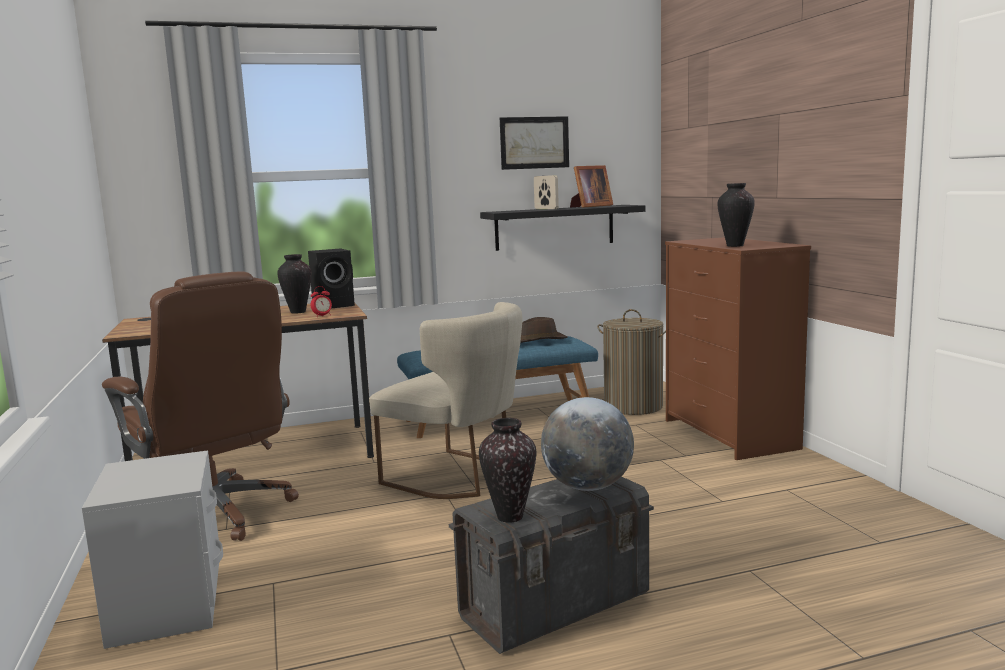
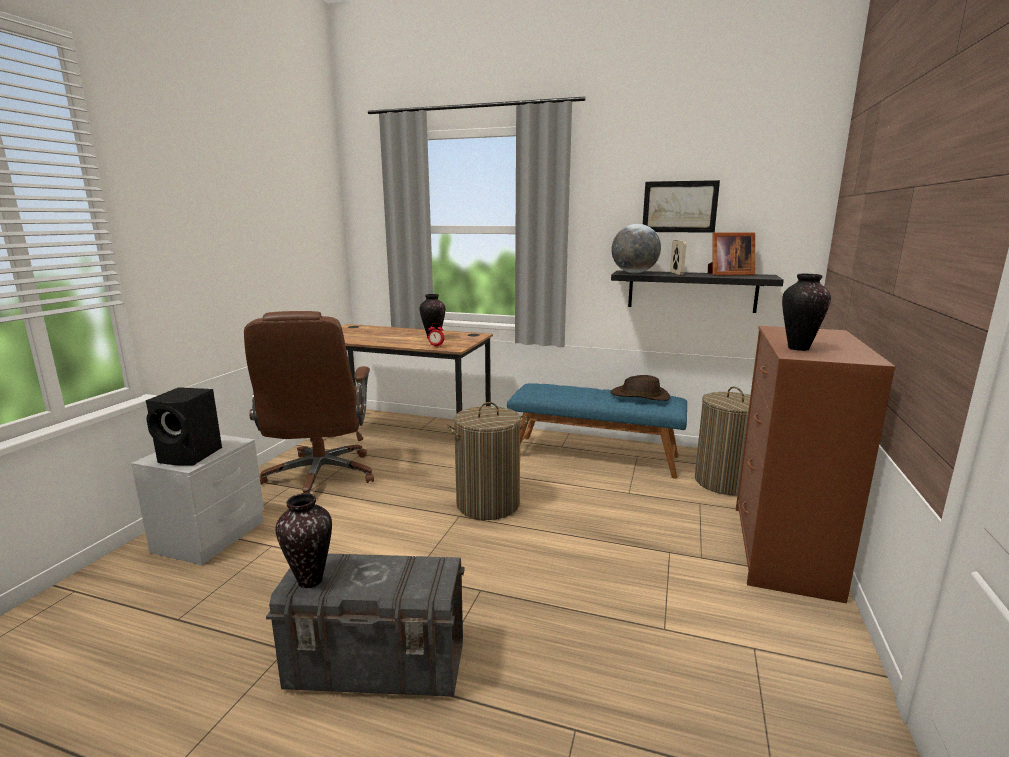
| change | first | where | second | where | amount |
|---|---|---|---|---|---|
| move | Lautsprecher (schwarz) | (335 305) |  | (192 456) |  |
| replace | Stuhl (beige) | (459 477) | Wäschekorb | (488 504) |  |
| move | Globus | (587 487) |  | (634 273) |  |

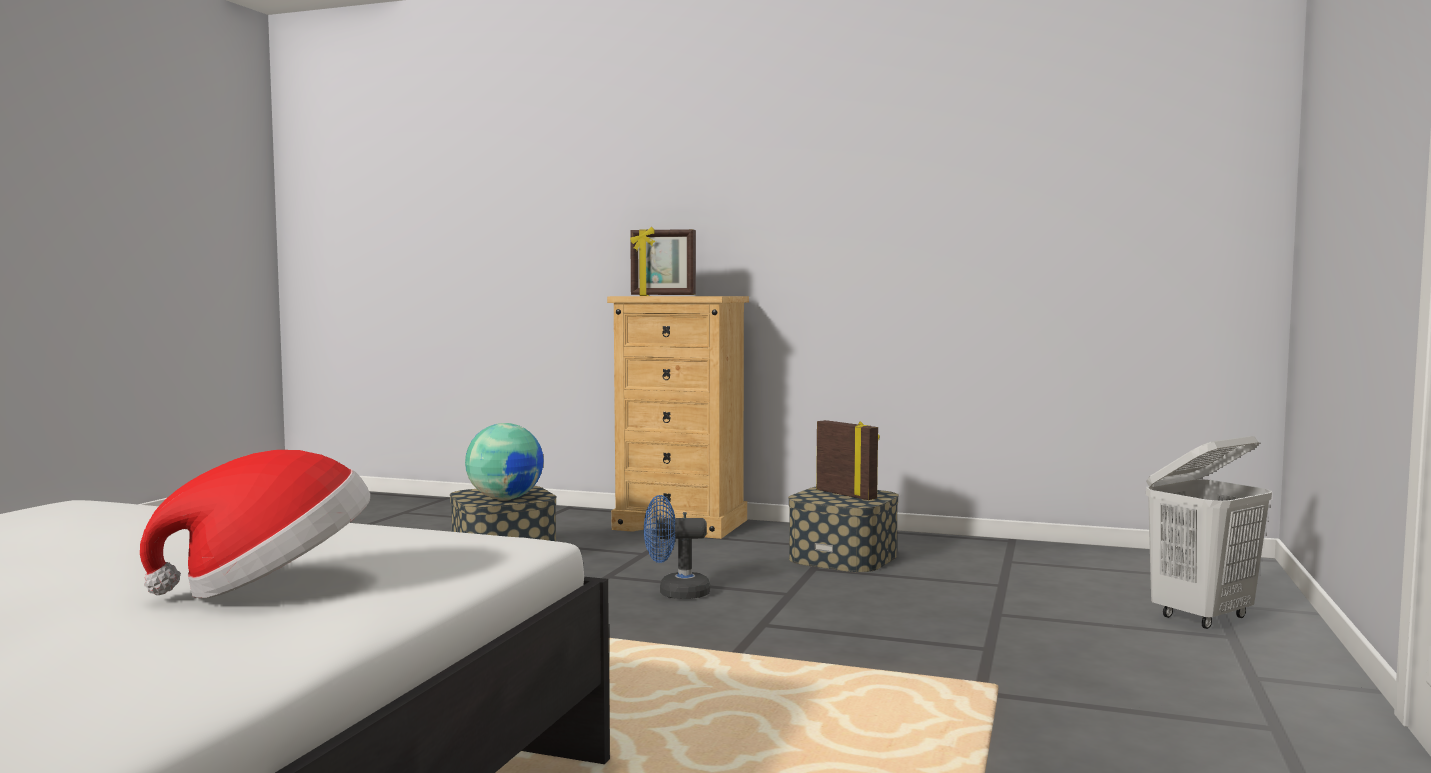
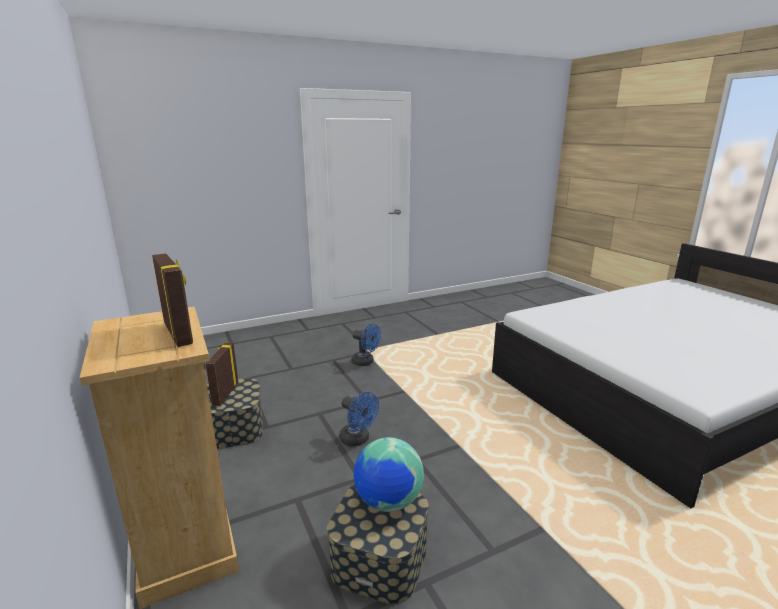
| change | first | where | second | where | amount |
|---|---|---|---|---|---|
| insert |  |  | Ventilator (blau) | (366 362) |  |
| delete | Hut | (272 585) |  |  |  |
| delete | Wäschekorb (weiß) | (1202 617) |  |  |  |

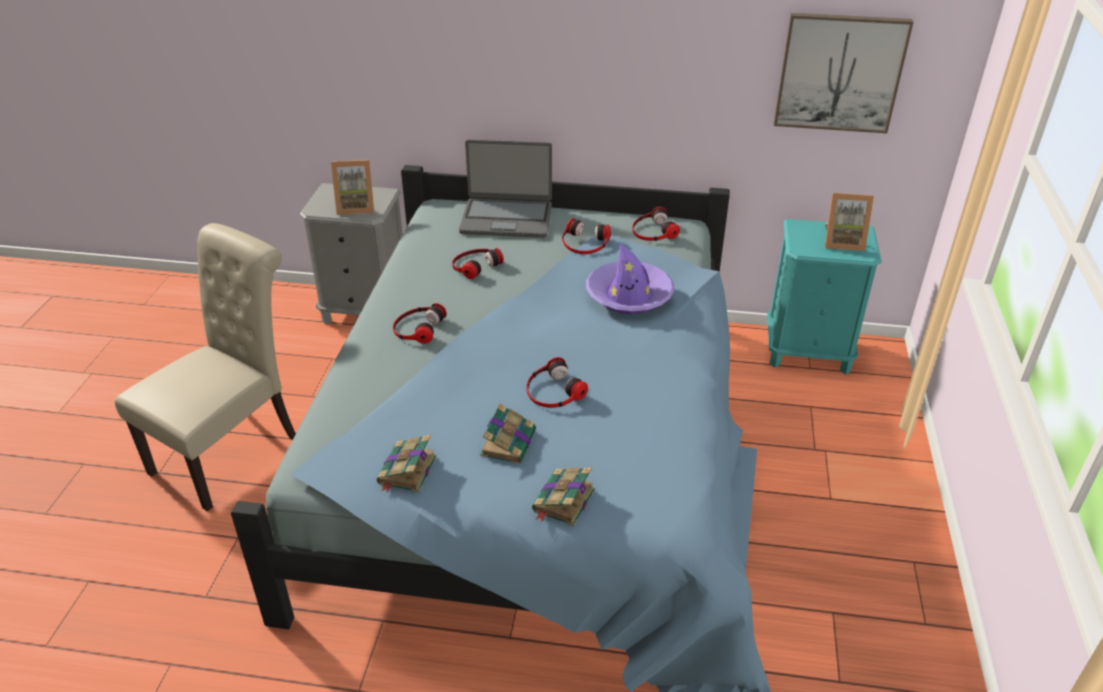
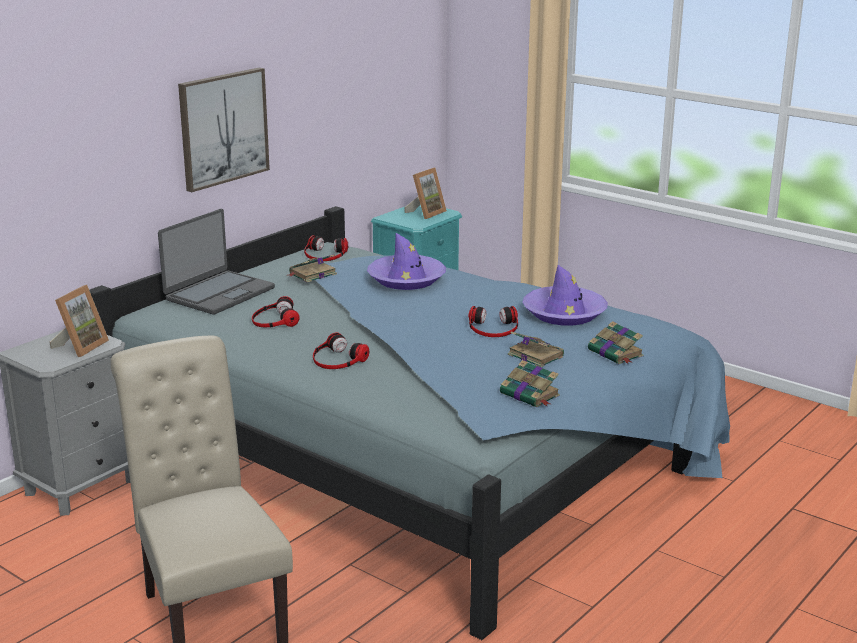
| change | first | where | second | where | amount |
|---|---|---|---|---|---|
| move | Bild | (839 73) |  | (223 128) |  |
| replace | Kopfhörer | (584 243) | Buch | (312 274) |  |
| insert |  |  | Hut (lila) | (564 313) |  |

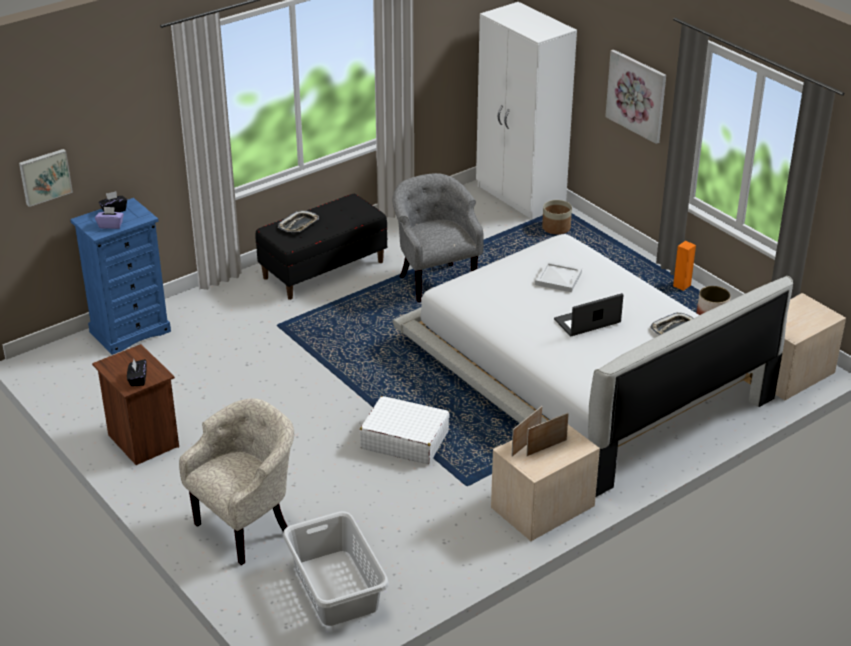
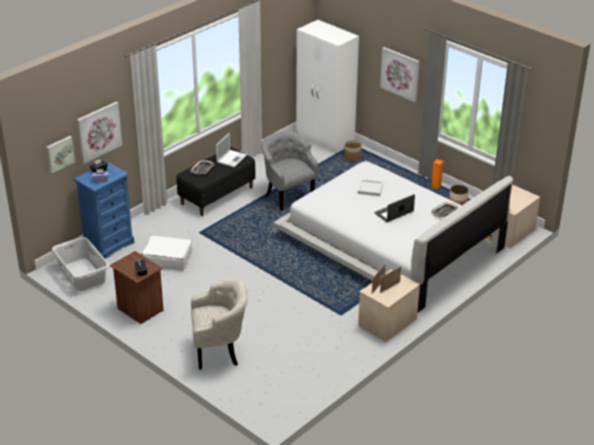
| change | first | where | second | where | amount |
|---|---|---|---|---|---|
| move | Wäschekorb (grau) | (335 588) |  | (82 275) |  |
| insert |  |  | Bild | (98 131) |  |
| move | Koffer (weiß) | (404 440) |  | (167 259) |  |
| rotate | Sessel (beige) | (248 527) |  | (220 352) | 45 degrees clockwise |
| insert |  |  | Laptop | (232 158) |  |

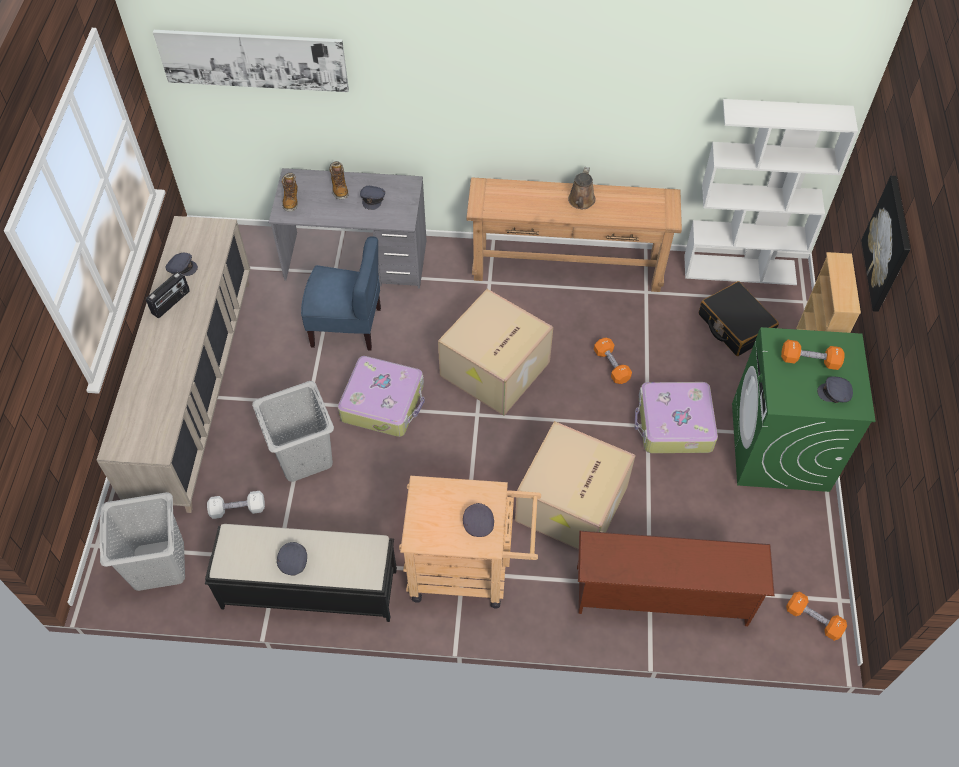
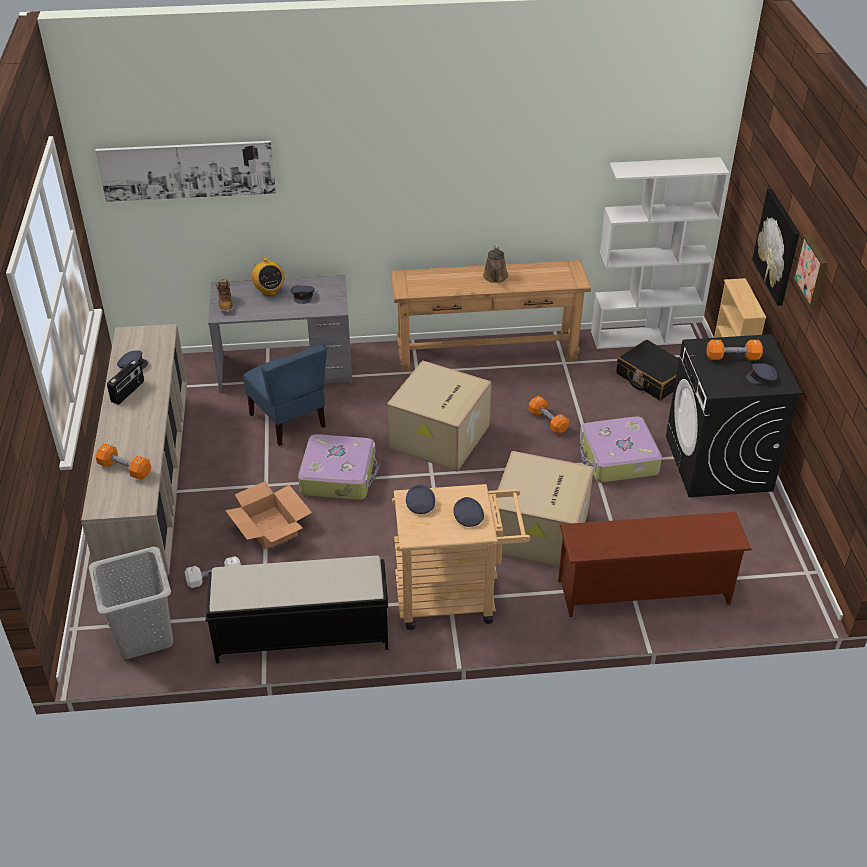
| change | first | where | second | where | amount |
|---|---|---|---|---|---|
| move | Hantel (orange) | (813 619) |  | (125 469) |  |
| replace | Wäschekorb (grau) | (303 456) | Karton | (270 527) |  |
| rotate | Stuhl (blau) | (347 326) |  | (289 420) | 60 degrees clockwise |
| replace | Stiefel | (339 188) | Radio | (269 291) |  |
| move | Kappe (grau) | (293 561) |  | (420 504) |  |
| recolor | Waschmaschine (grün) | (779 447) | Waschmaschine (schwarz) | (718 463) |  |
| insert |  |  | Bild | (813 270) |  |

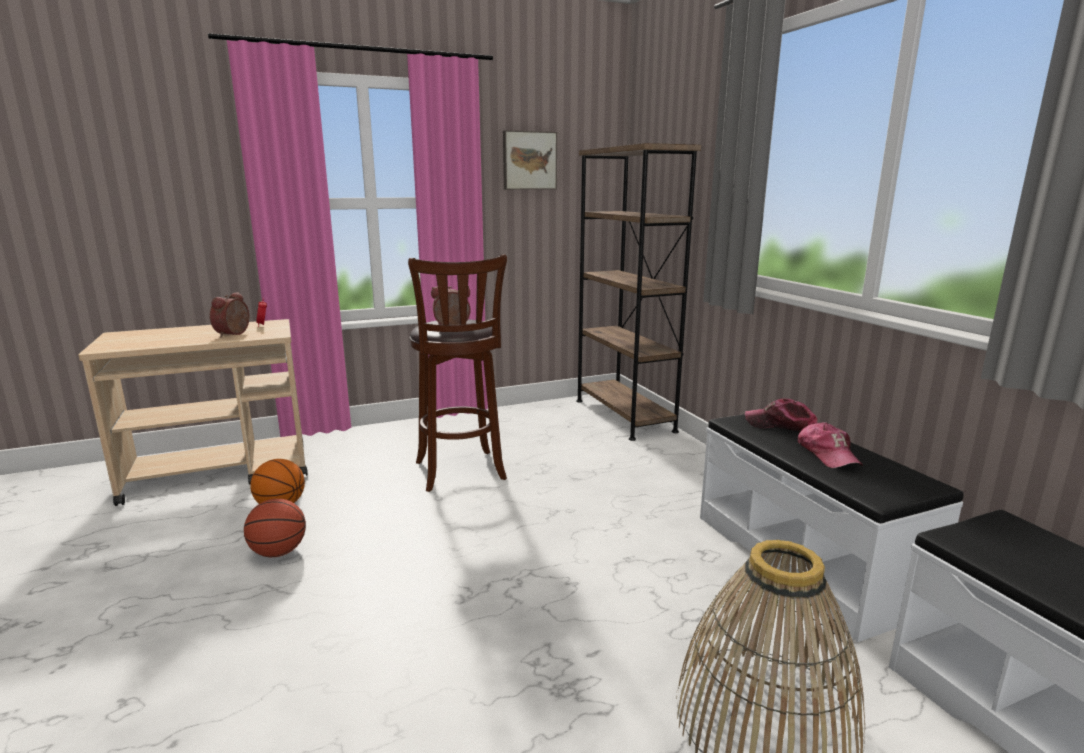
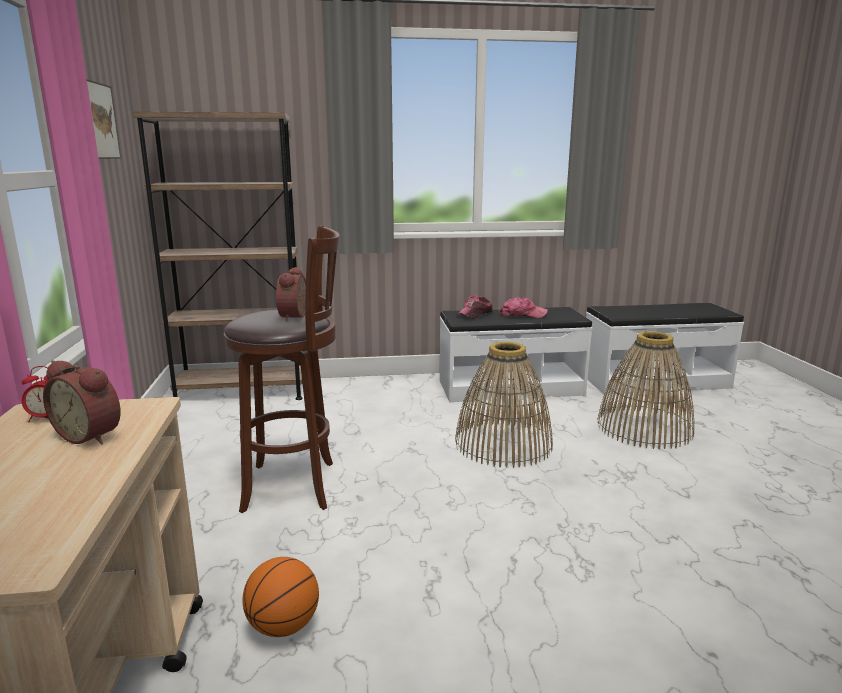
| change | first | where | second | where | amount |
|---|---|---|---|---|---|
| insert |  |  | Korb | (503 444) |  |
| delete | Basketball | (278 552) |  |  |  |

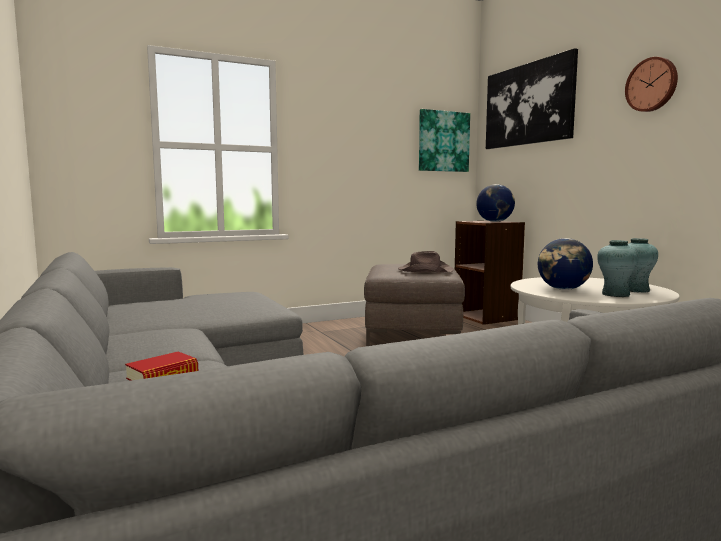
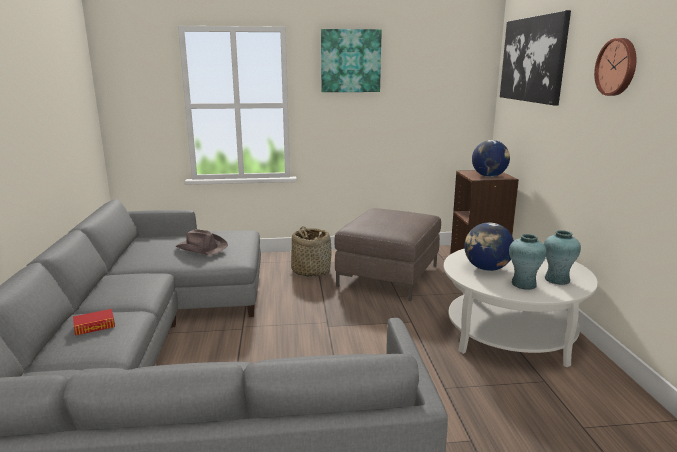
| change | first | where | second | where | amount |
|---|---|---|---|---|---|
| move | Hut (braun) | (424 270) |  | (201 248) |  |
| insert |  |  | Korb | (311 271) |  |
| move | Bild | (443 141) |  | (350 61) |  |

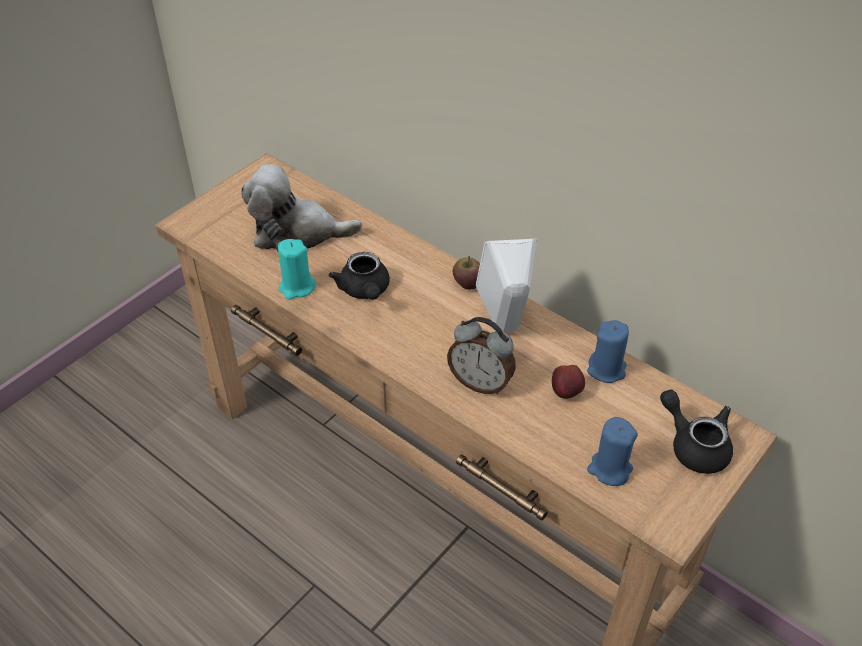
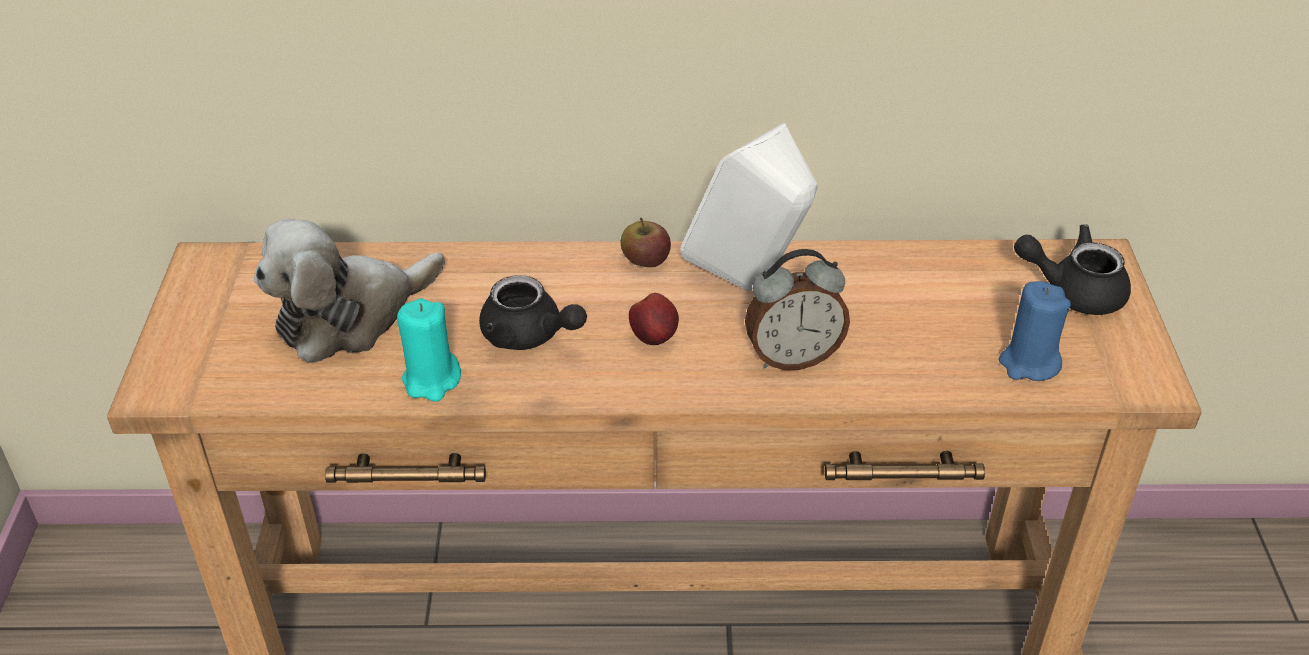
| change | first | where | second | where | amount |
|---|---|---|---|---|---|
| move | Apfel | (566 392) |  | (655 338) |  |
| delete | Kerze (blau) | (606 369) |  |  |  |

